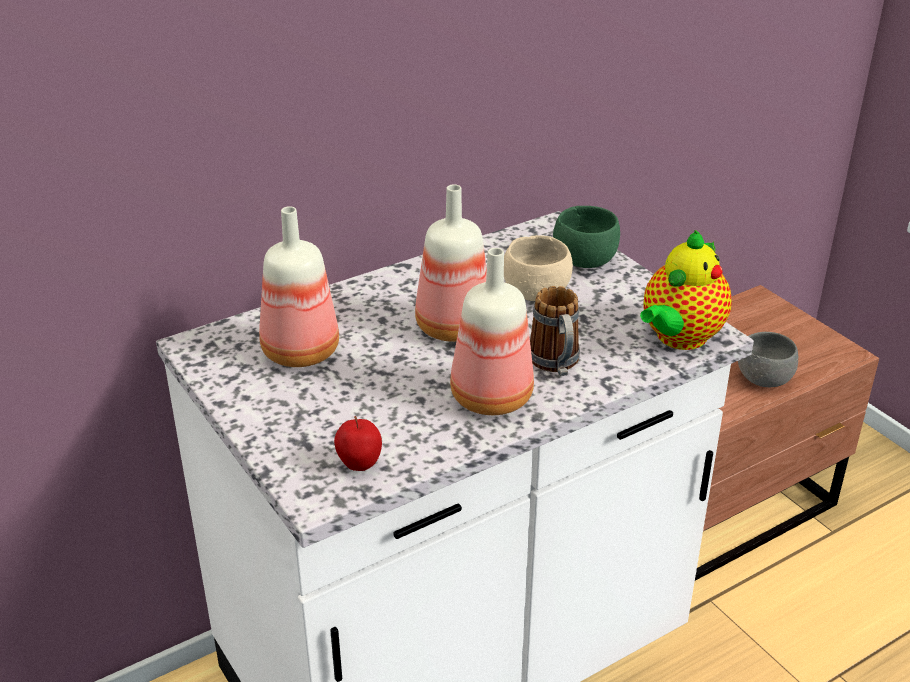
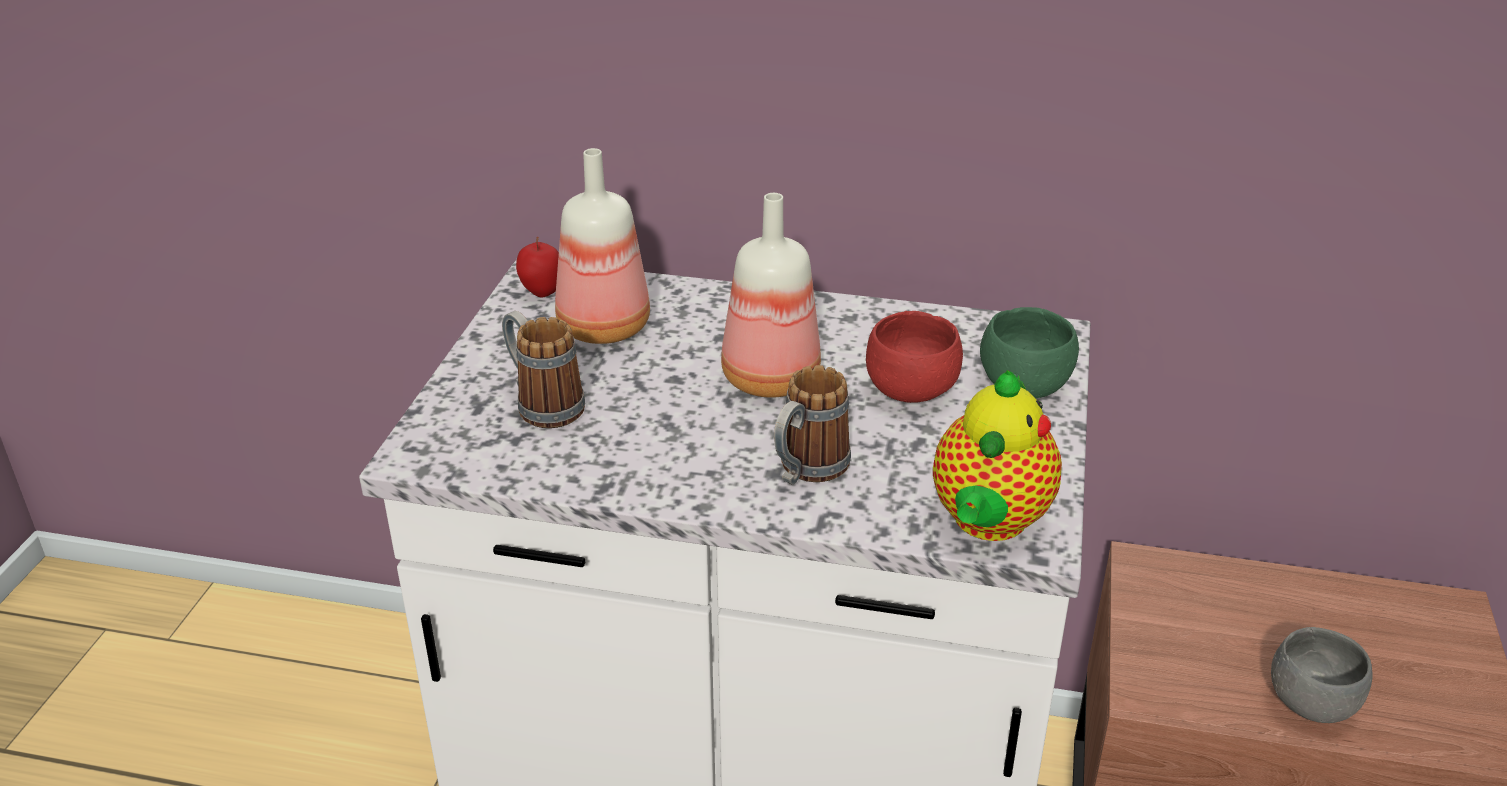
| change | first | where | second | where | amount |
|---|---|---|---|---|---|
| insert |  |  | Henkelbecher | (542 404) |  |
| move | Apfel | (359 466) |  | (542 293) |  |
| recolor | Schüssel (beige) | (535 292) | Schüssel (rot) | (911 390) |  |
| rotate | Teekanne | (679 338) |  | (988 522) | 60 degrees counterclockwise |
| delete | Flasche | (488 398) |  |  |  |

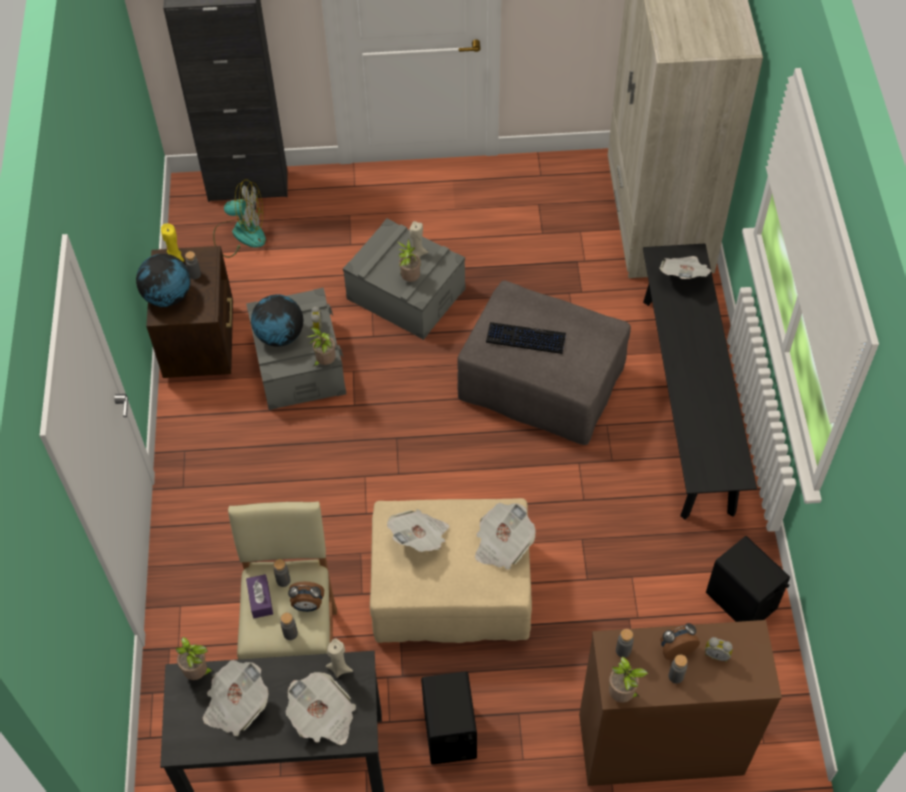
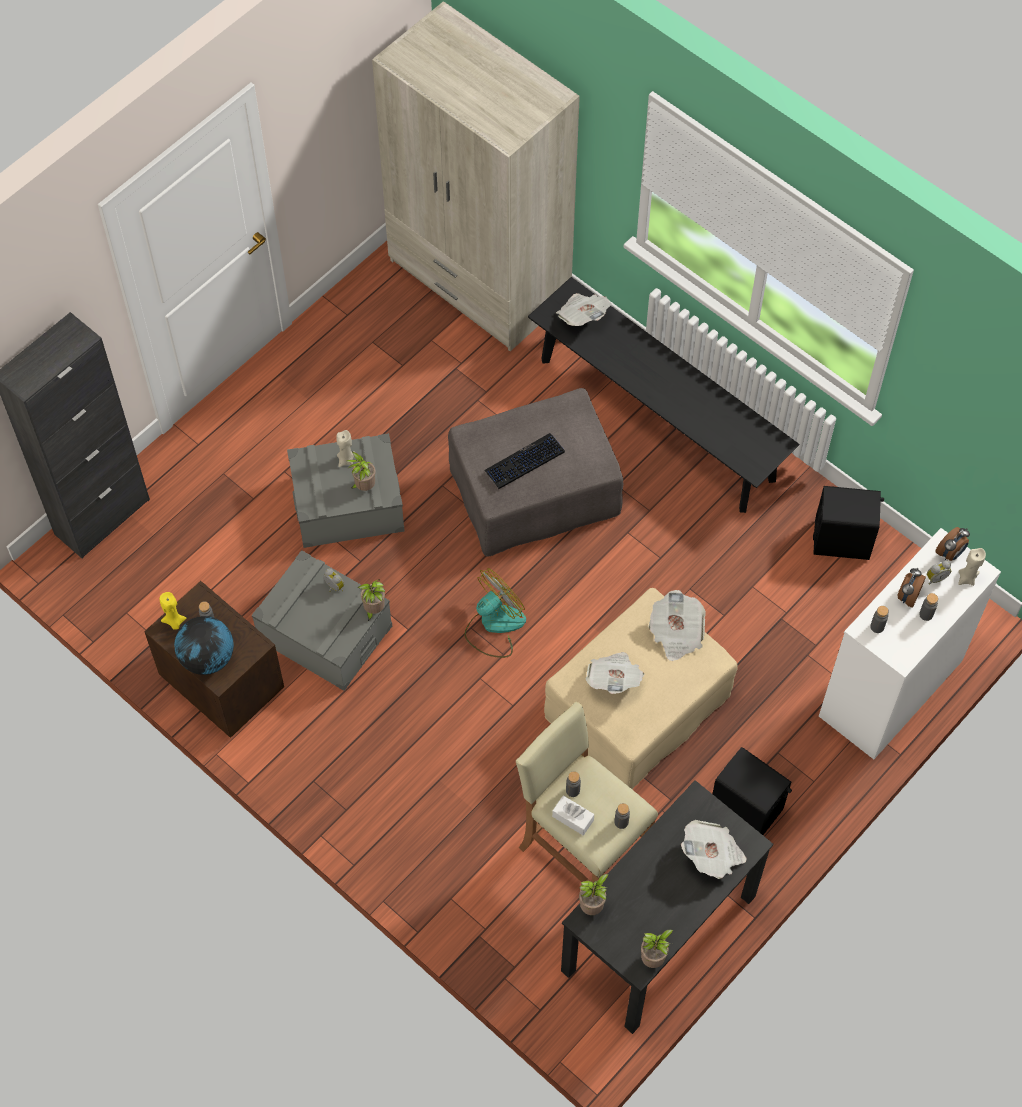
| change | first | where | second | where | amount |
|---|---|---|---|---|---|
| move | Ventilator | (240 234) |  | (494 625) |  |
| recolor | Taschentuchbox (lila) | (260 599) | Taschentuchbox (weiß) | (573 818) |  |
| move | Topfpflanze | (622 695) |  | (654 959) |  |
| recolor | Kommode (braun) | (660 744) | Kommode (weiß) | (890 688) |  |
| move | Wecker | (307 605) |  | (950 553) |  |
| move | Kerze (beige) | (339 668) |  | (967 578) |  |
| delete | Zeitung | (236 705) |  |  |  |
| delete | Globus | (279 336) |  |  |  |

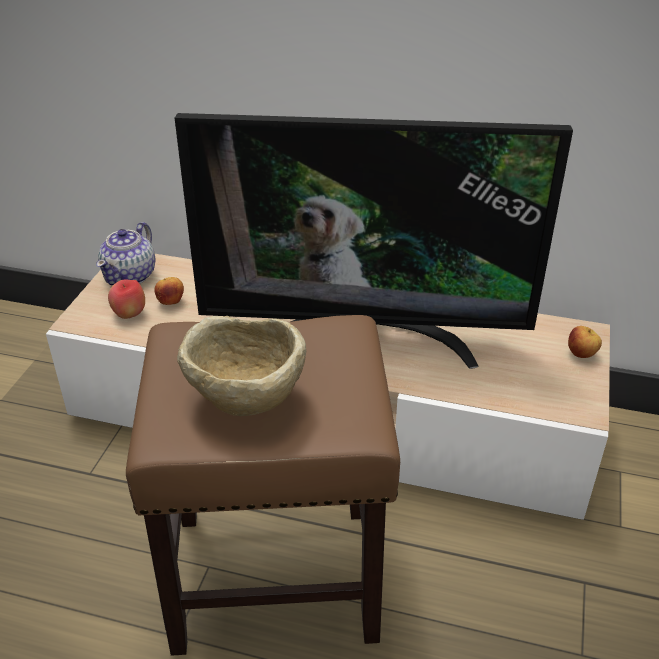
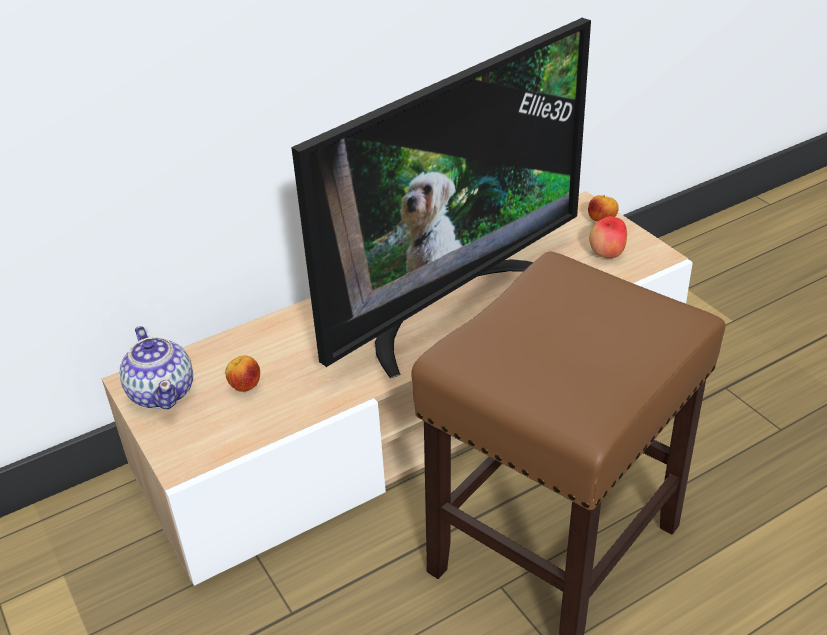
| change | first | where | second | where | amount |
|---|---|---|---|---|---|
| move | Apfel | (129 314) |  | (607 255) |  |
| delete | Schüssel (beige) | (246 402) |  |  |  |

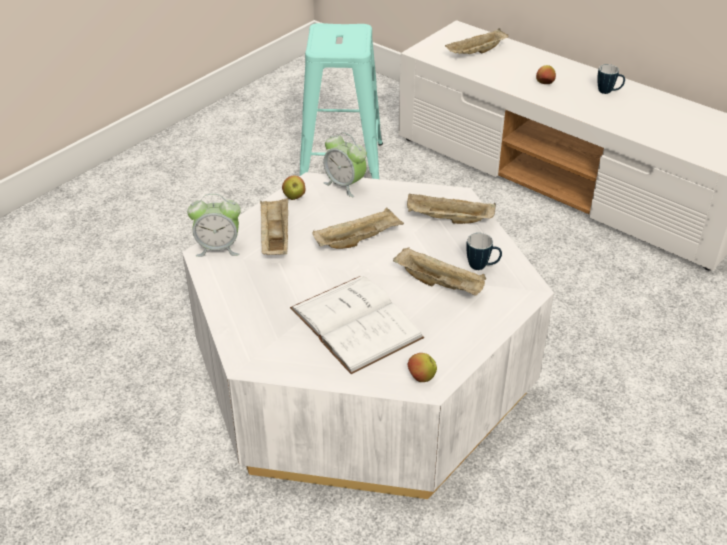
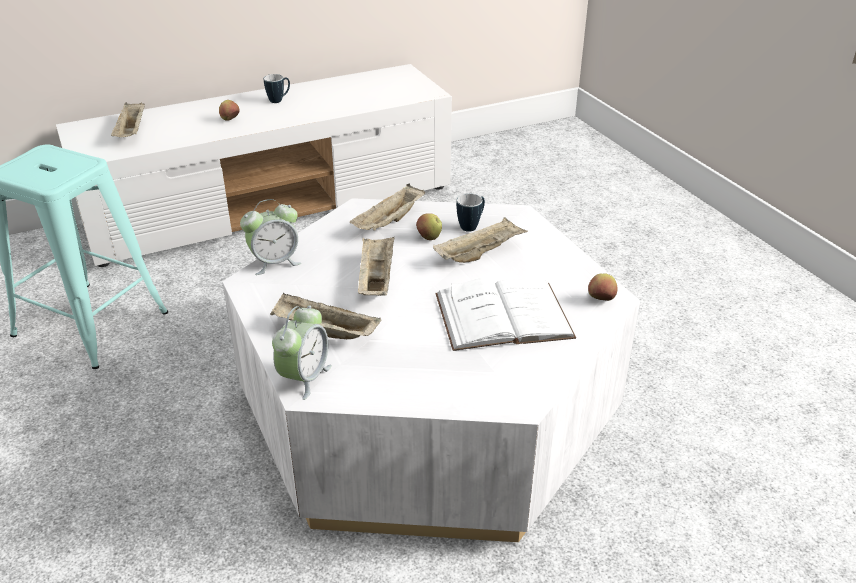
| change | first | where | second | where | amount |
|---|---|---|---|---|---|
| move | Apfel | (294 197) |  | (429 238) |  |

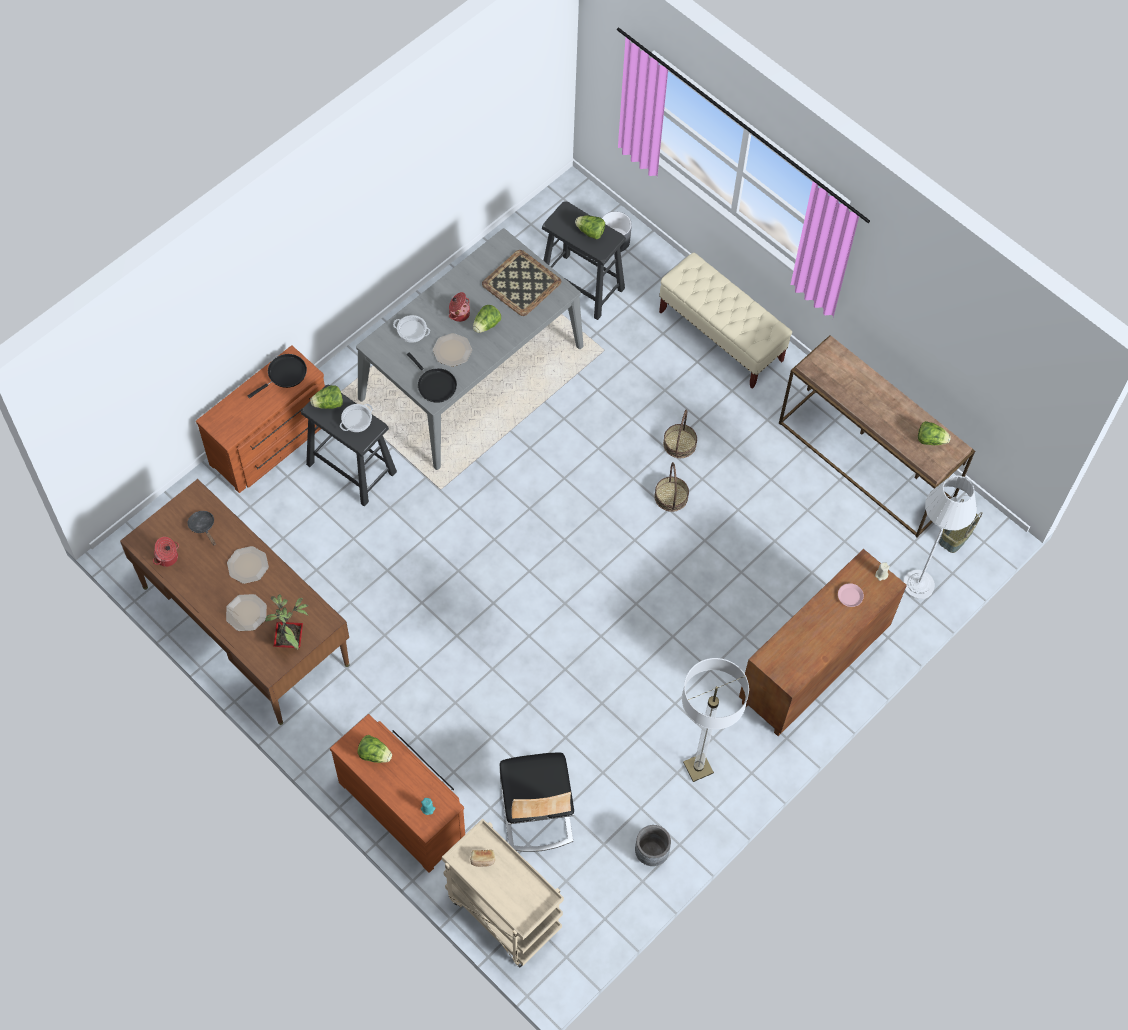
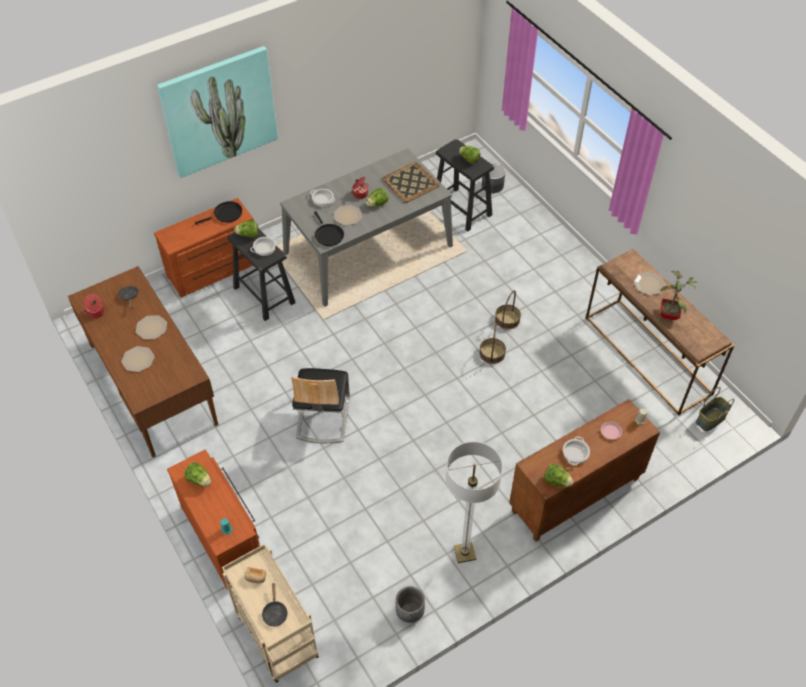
| change | first | where | second | where | amount |
|---|---|---|---|---|---|
| insert |  |  | Bild | (219 111) |  |
| insert |  |  | Pfanne (schwarz) | (275 612) |  |
| move | Stuhl | (535 812) |  | (322 417) |  |
| move | Salatkopf | (930 440) |  | (556 481) |  |
| insert |  |  | Kochtopf | (575 453) |  |
| insert |  |  | Teller | (648 284) |  |
| move | Topfpflanze | (291 640) |  | (670 315) |  |
| delete | Bank (beige) | (721 336) |  |  |  |
| delete | Stehlampe (grau) | (918 585) |  |  |  |

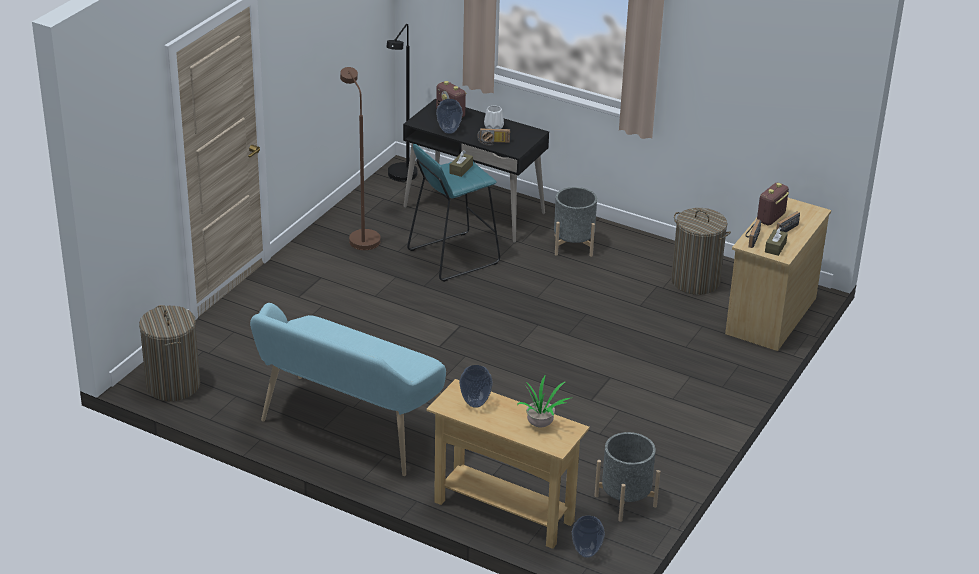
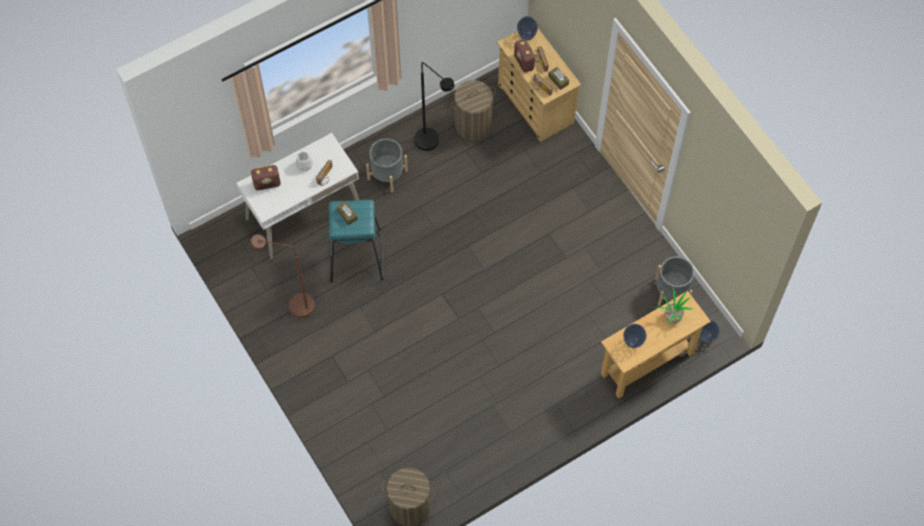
| change | first | where | second | where | amount |
|---|---|---|---|---|---|
| recolor | Schreibtisch (schwarz) | (474 210) | Schreibtisch (weiß) | (304 214) |  |
| move | Stehlampe (schwarz) | (401 178) |  | (432 144) |  |
| move | Vase | (449 131) |  | (526 36) |  |
| delete | Bank (türkis) | (348 431) |  |  |  |

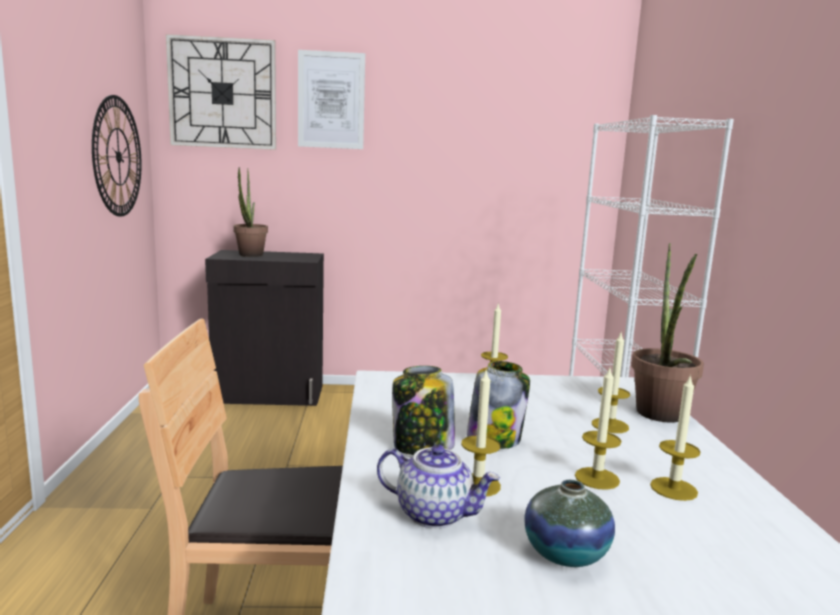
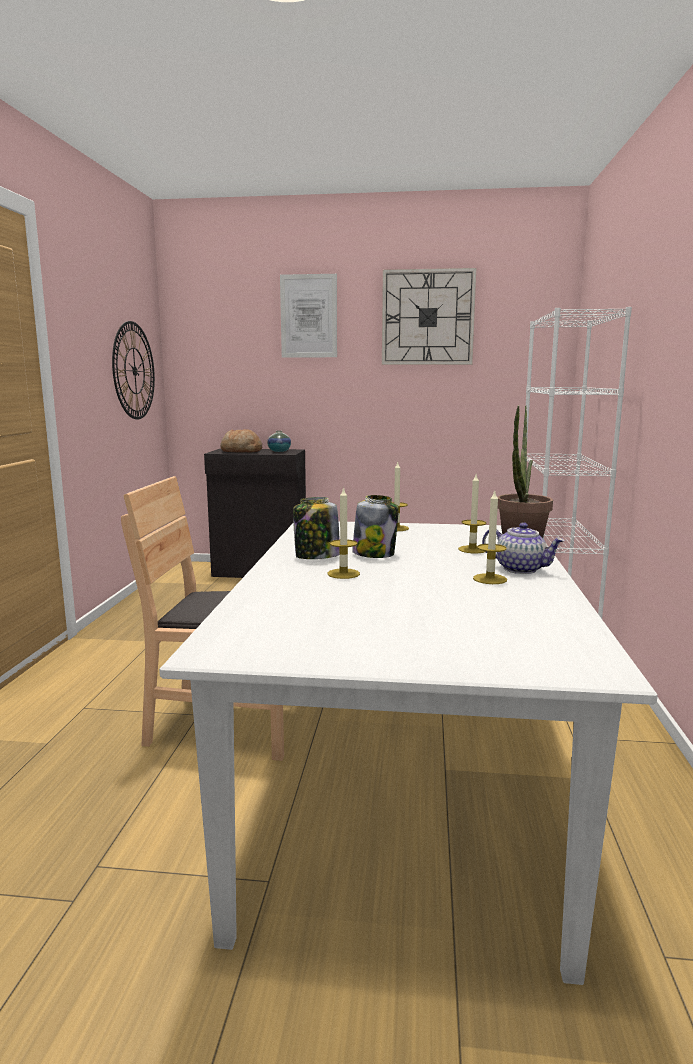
| change | first | where | second | where | amount |
|---|---|---|---|---|---|
| replace | Topfpflanze | (249 255) | Brot | (241 451) |  |
| move | Vase | (565 553) |  | (279 451) |  |
| move | Wanduhr | (223 93) |  | (427 317) |  |
| move | Teekanne | (435 514) |  | (521 569) |  |
| delete | Kerze | (597 478) |  |  |  |

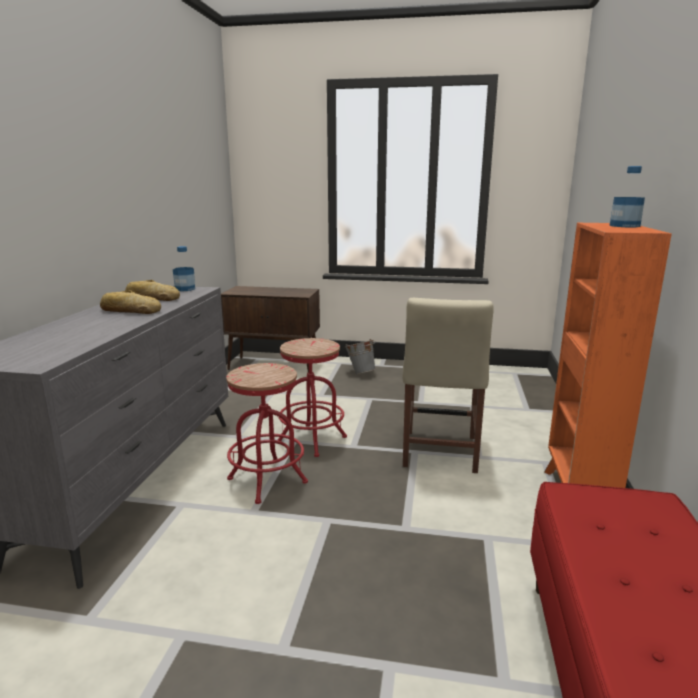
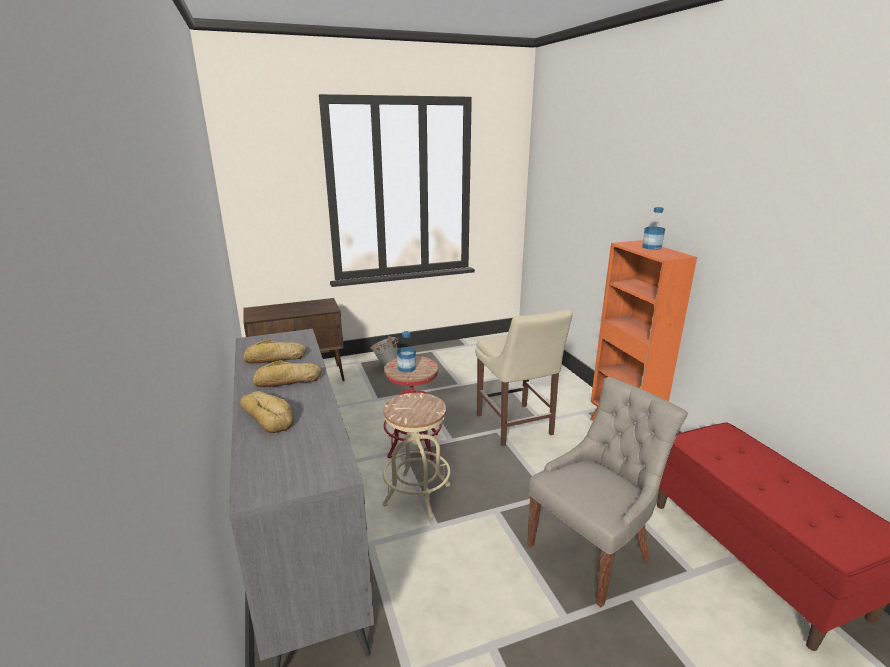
| change | first | where | second | where | amount |
|---|---|---|---|---|---|
| insert |  |  | Brot | (268 416) |  |
| recolor | Hocker (rot) | (267 481) | Hocker (beige) | (417 495) |  |
| move | Flasche | (185 289) |  | (406 368) |  |
| insert |  |  | Stuhl (grau) | (591 552) |  |

